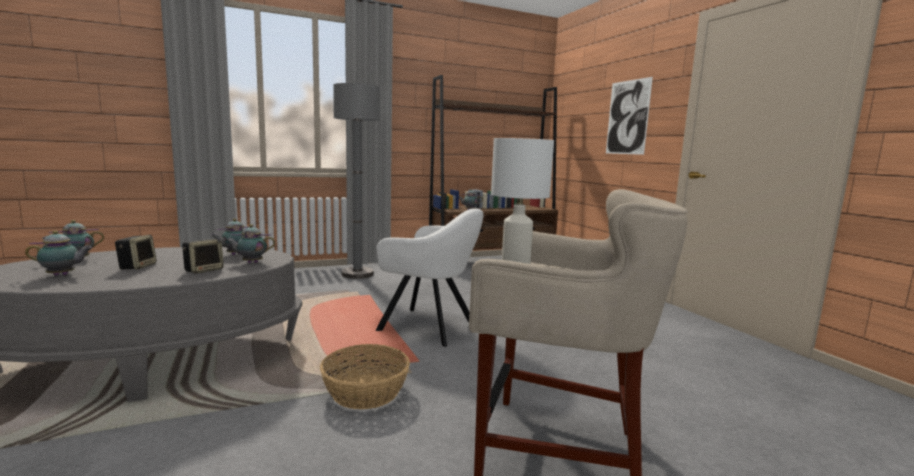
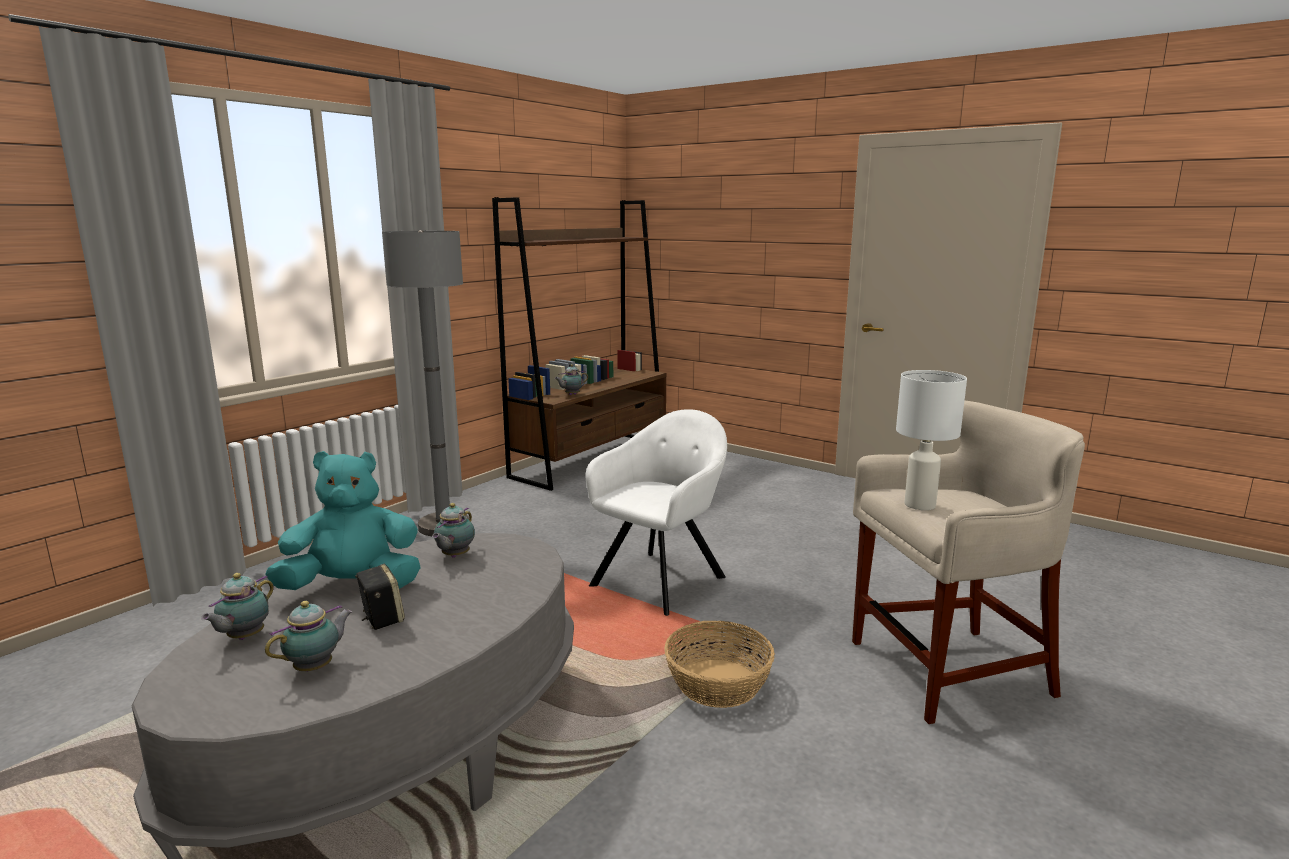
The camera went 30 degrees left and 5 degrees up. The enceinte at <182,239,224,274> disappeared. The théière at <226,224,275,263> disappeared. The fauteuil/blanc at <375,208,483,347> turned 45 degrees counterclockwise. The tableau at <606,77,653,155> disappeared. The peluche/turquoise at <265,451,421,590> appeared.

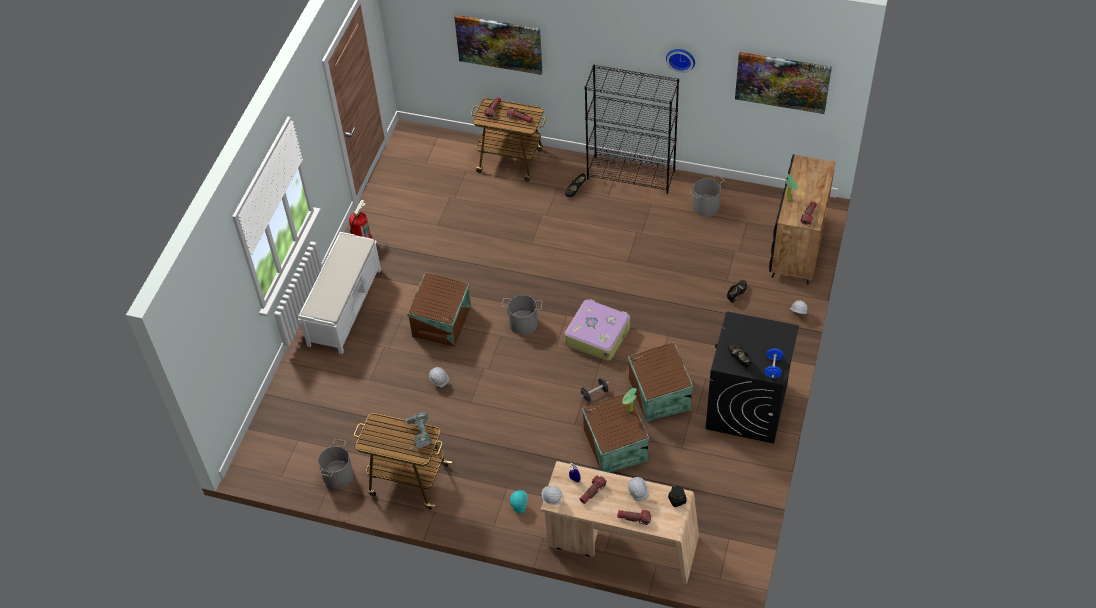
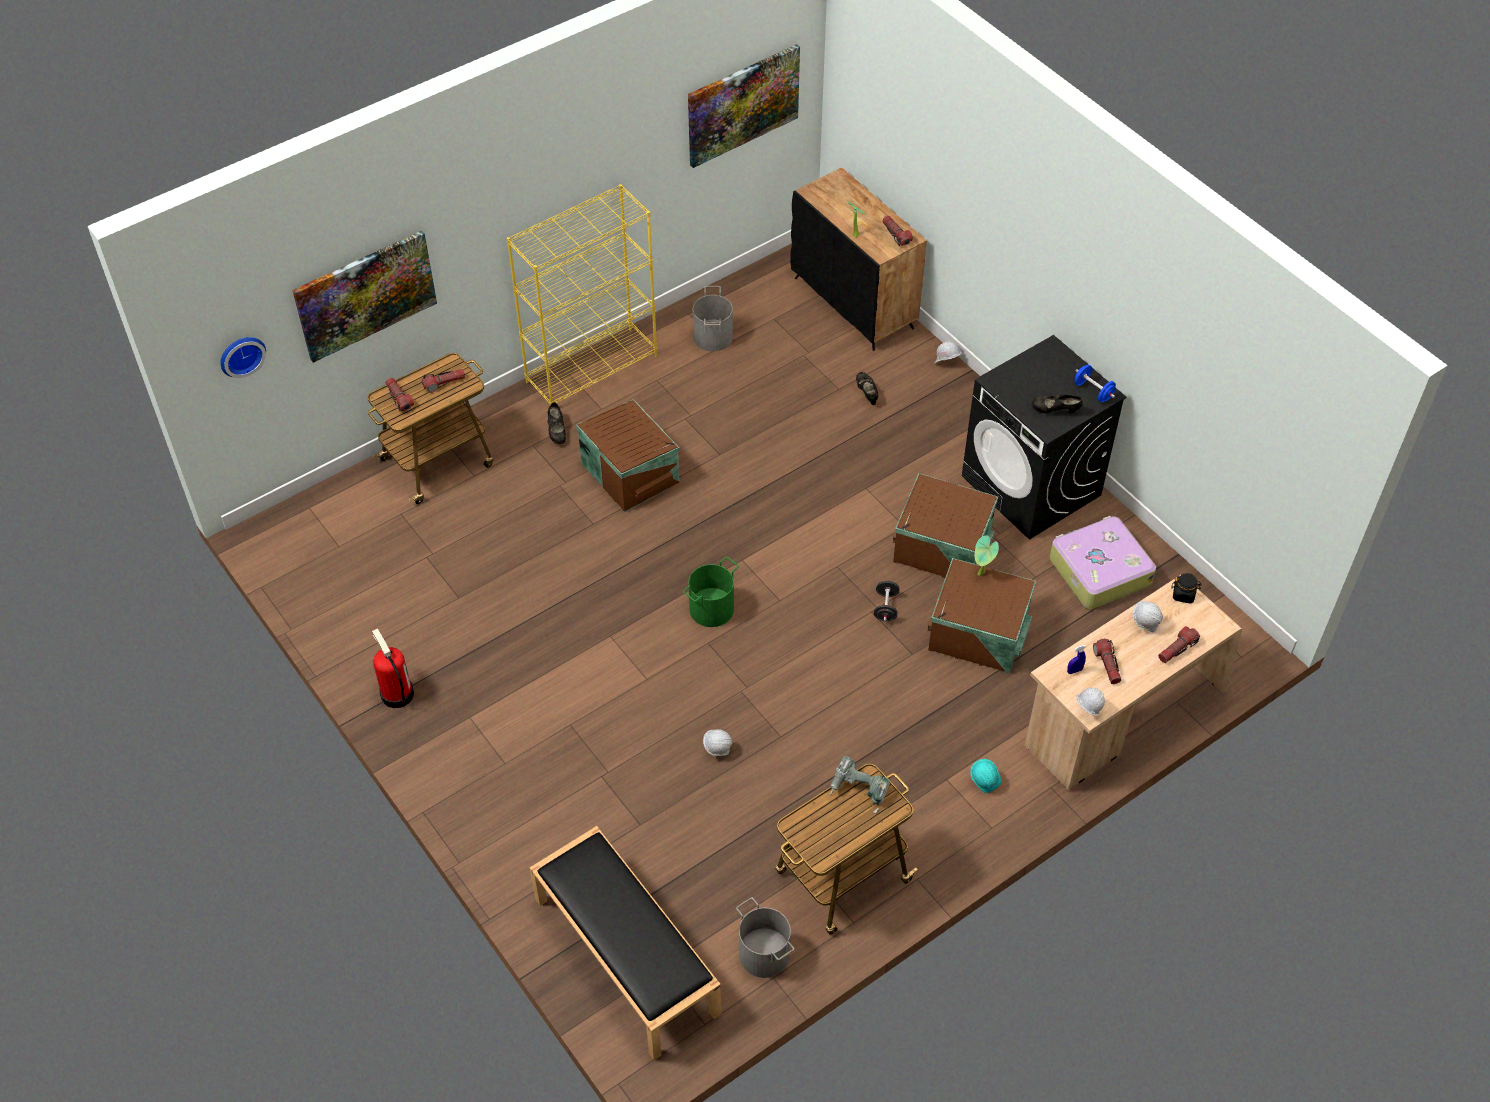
The camera went 55 degrees left and 0 degrees up. The banc/blanc at <298,232,381,354> disappeared. The boîte de rangement/marron moved from <407,272,471,347> to <576,399,679,512>. The seau/gris at <502,295,543,335> became the seau/vert at <683,557,739,627>. The valise moved from <565,299,630,361> to <1050,516,1156,609>. The bibliothèque/noir at <585,65,679,194> became the bibliothèque/jaune at <507,184,657,405>. The horloge murale moved from <666,49,695,73> to <220,337,266,378>. The banc/noir at <530,826,721,1060> appeared.

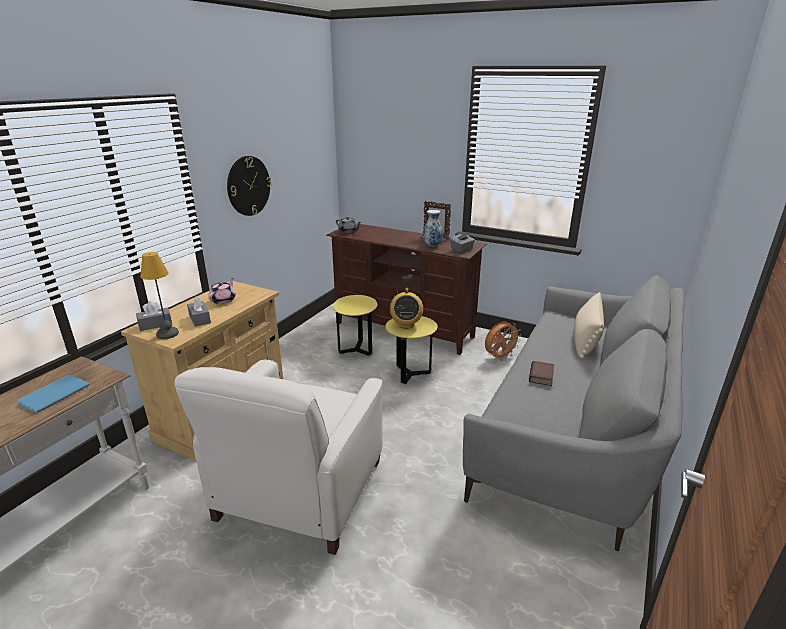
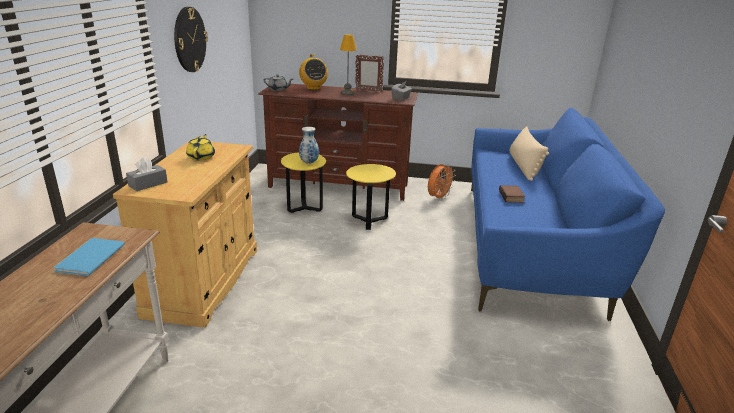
The camera went 20 degrees left and 0 degrees up. The lampe de table moved from <140,252,179,339> to <340,34,357,95>. The fauteuil/blanc at <174,360,383,555> disappeared. The boîte à mouchoirs/gris at <187,296,211,327> disappeared. The théière/rose at <208,278,236,304> became the théière/jaune at <186,134,215,161>. The radio moved from <390,288,423,329> to <299,54,328,90>. The vase moved from <423,210,443,247> to <299,127,319,164>. The canapé/gris at <463,275,685,551> became the canapé/bleu at <471,107,665,321>.

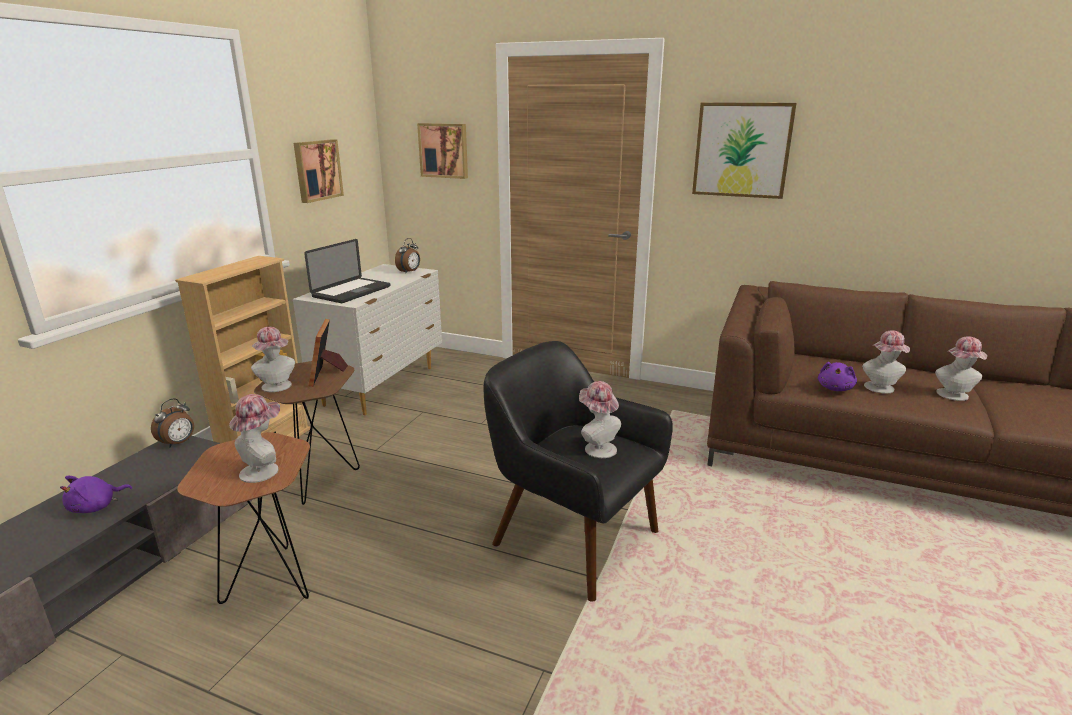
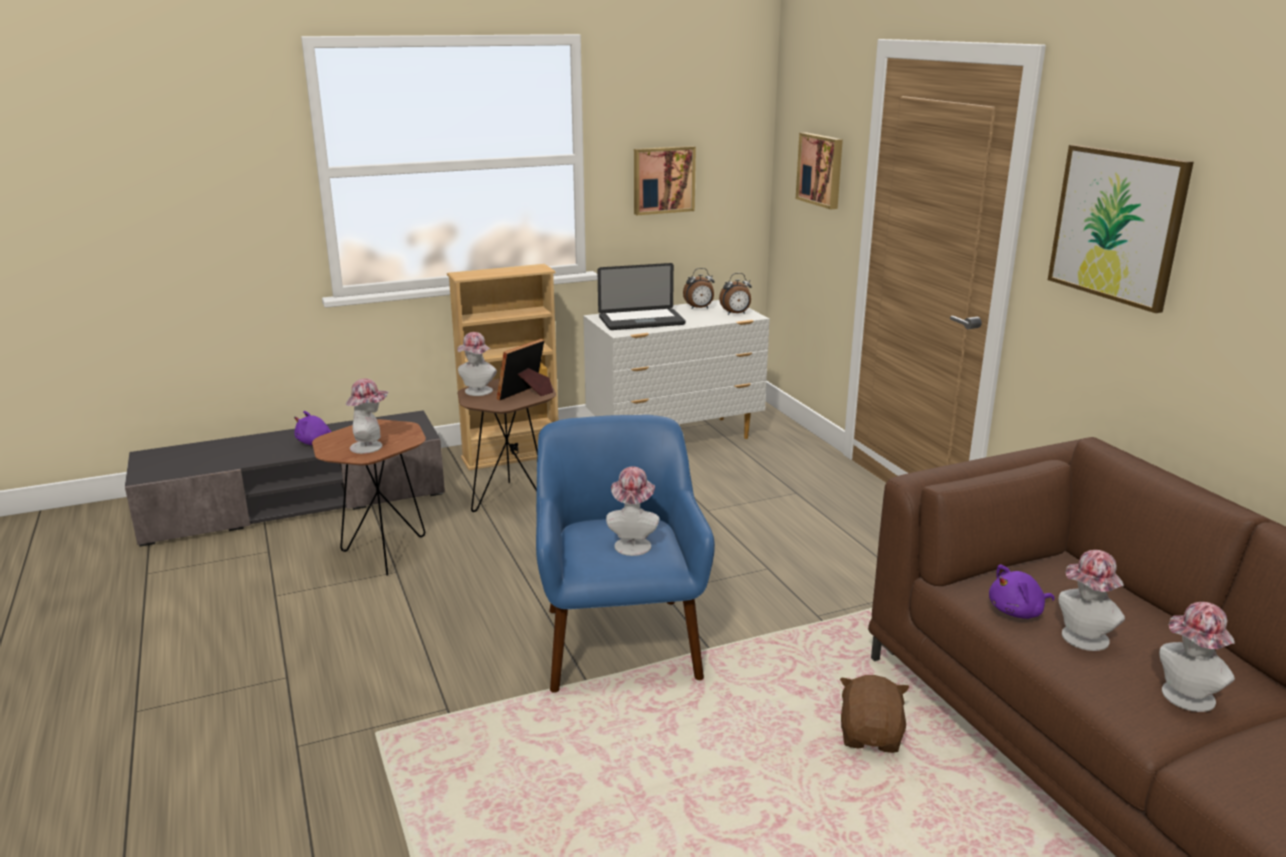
The camera went 45 degrees right and 0 degrees up. The réveil moved from <151,398,194,448> to <683,268,715,309>. The fauteuil/noir at <484,341,673,602> became the fauteuil/bleu at <536,415,715,693>. The peluche/marron at <840,675,910,753> appeared.

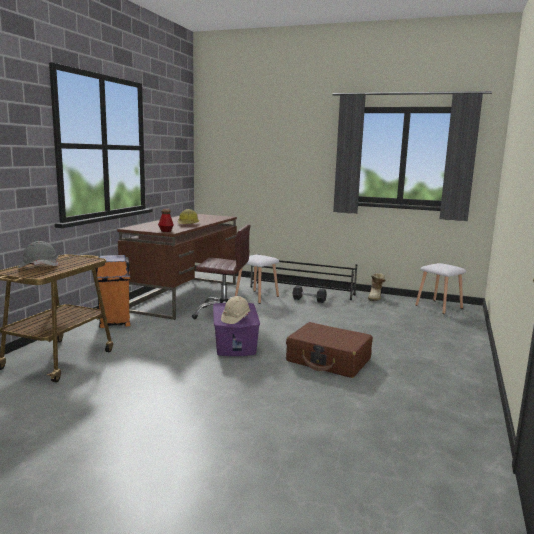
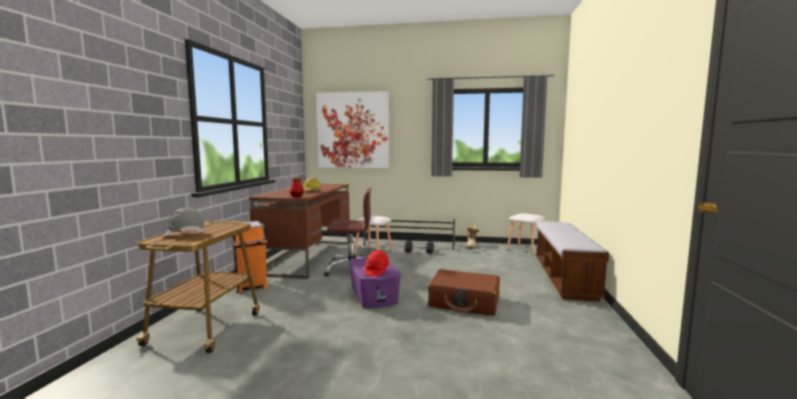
The camera went 10 degrees left and 5 degrees down. The casque de chantier/beige at <221,296,251,324> became the casque de chantier/rouge at <364,250,390,277>. The tableau at <316,91,390,168> appeared. The banc at <536,221,609,302> appeared.

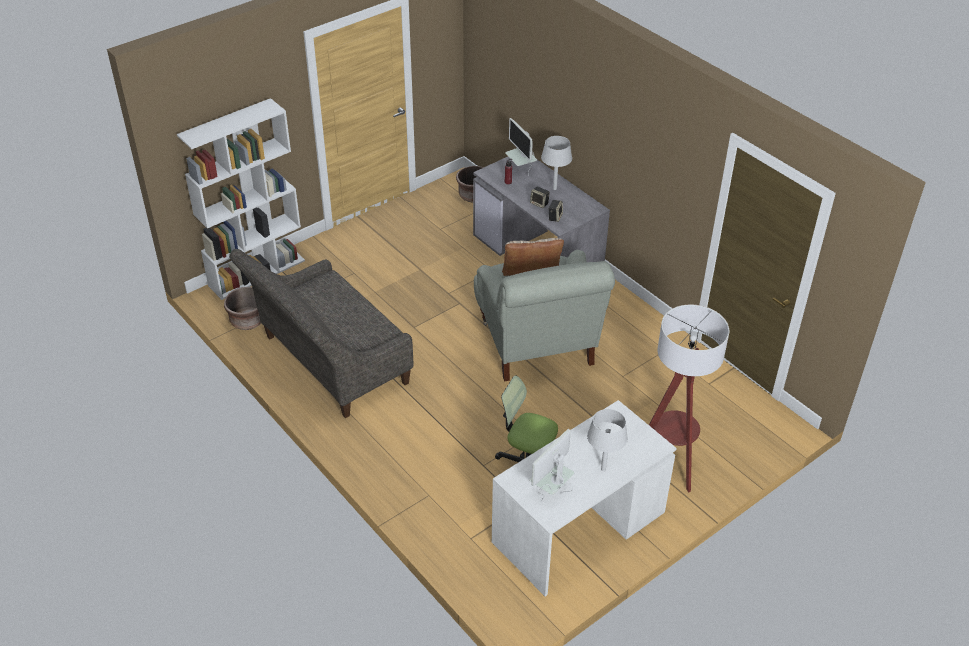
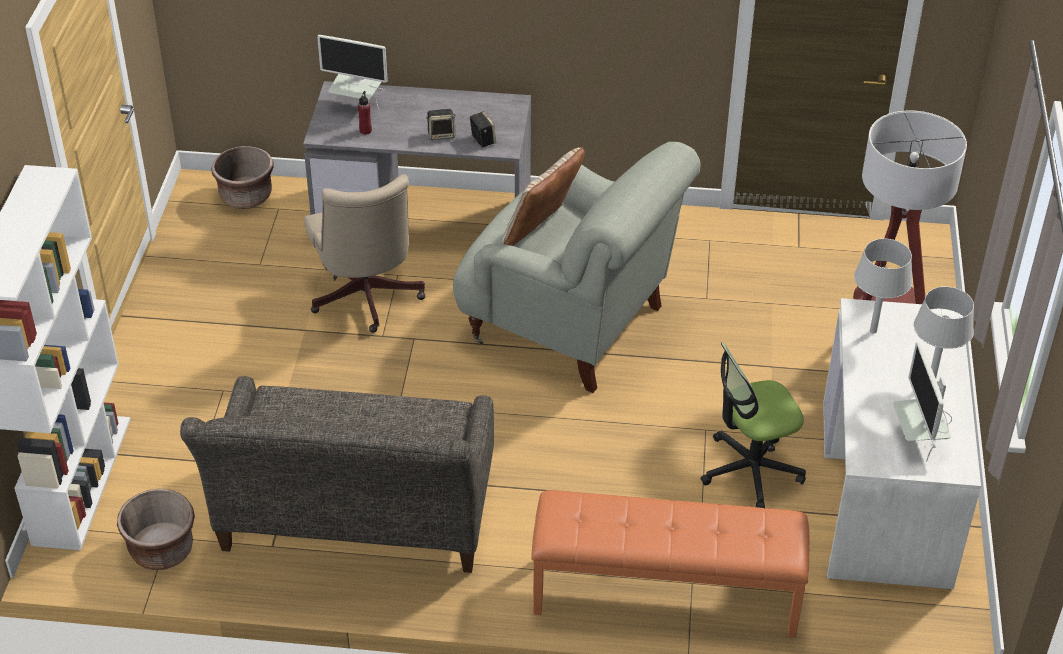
The camera went 45 degrees left and 0 degrees up. The lampe de table/gris moved from <541,136,572,190> to <854,239,912,334>. The chaise de bureau/beige at <304,174,425,333> appeared. The banc/orange at <531,490,809,638> appeared.

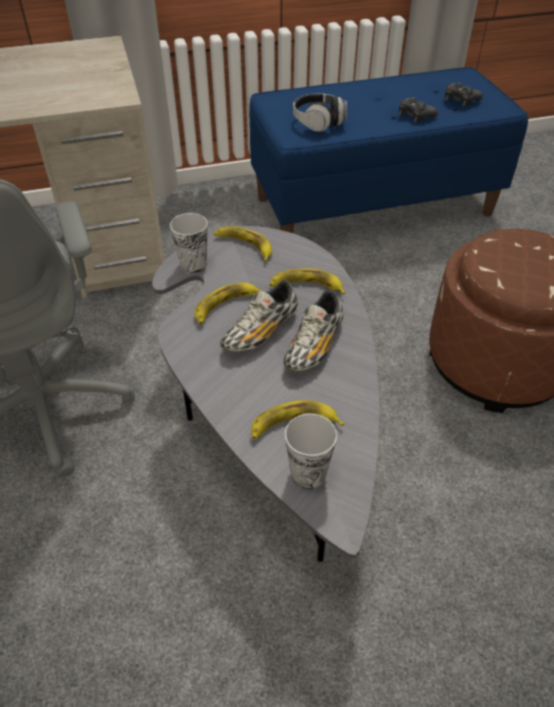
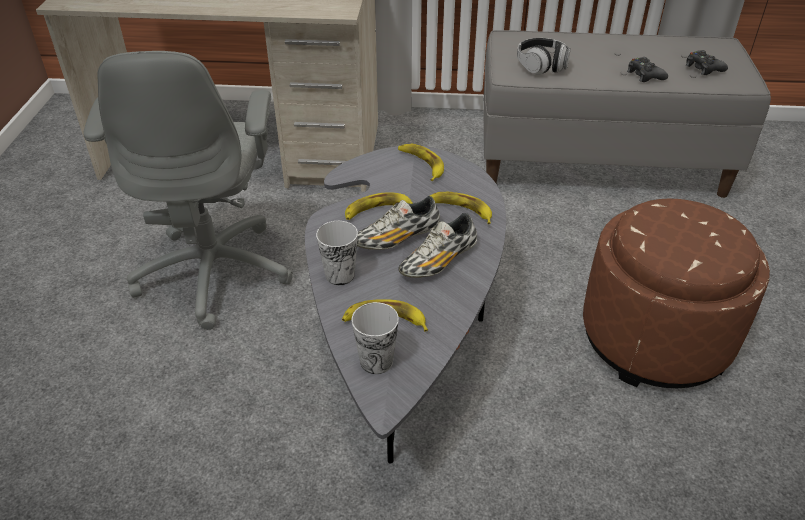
The camera went 20 degrees right and 5 degrees down. The tasse moved from <170,213,208,273> to <316,221,358,285>. The banc/bleu at <249,67,528,233> became the banc/gris at <483,30,771,198>.

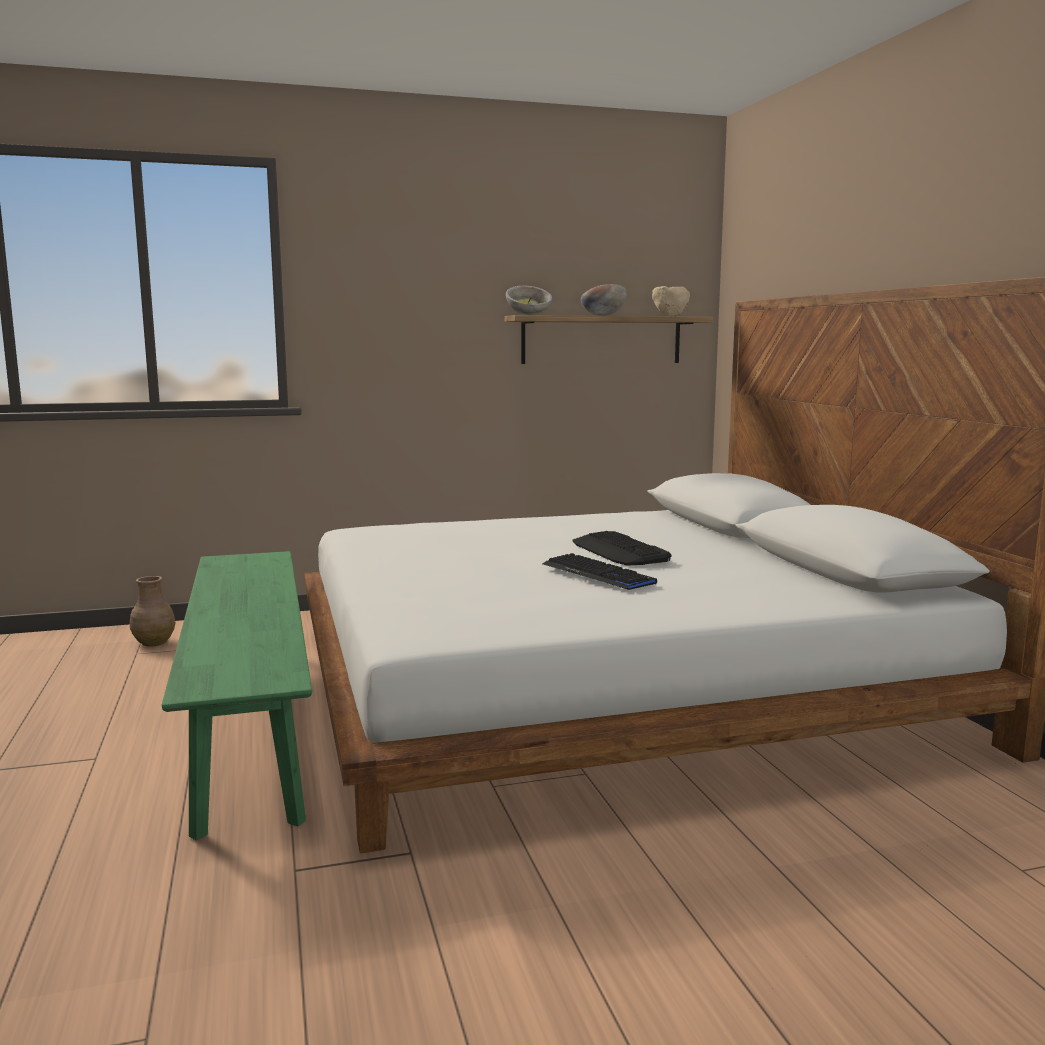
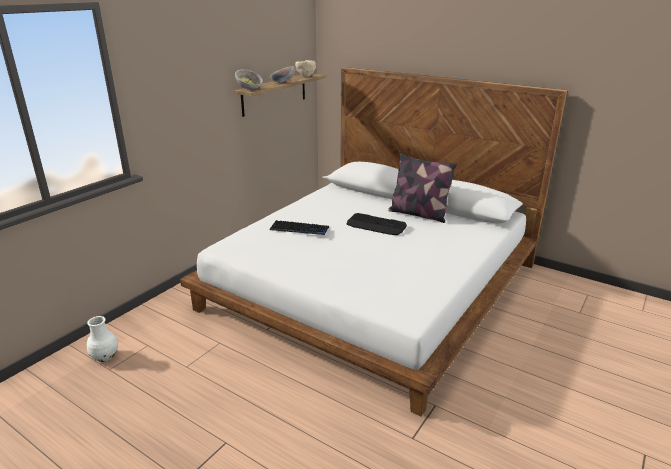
The camera went 40 degrees left and 15 degrees up. The vase/marron at <130,576,175,647> became the vase/blanc at <87,316,118,362>. The banc/vert at <162,551,312,841> disappeared. The clavier moved from <542,553,657,590> to <270,220,329,235>. The coussin at <388,153,457,223> appeared.

